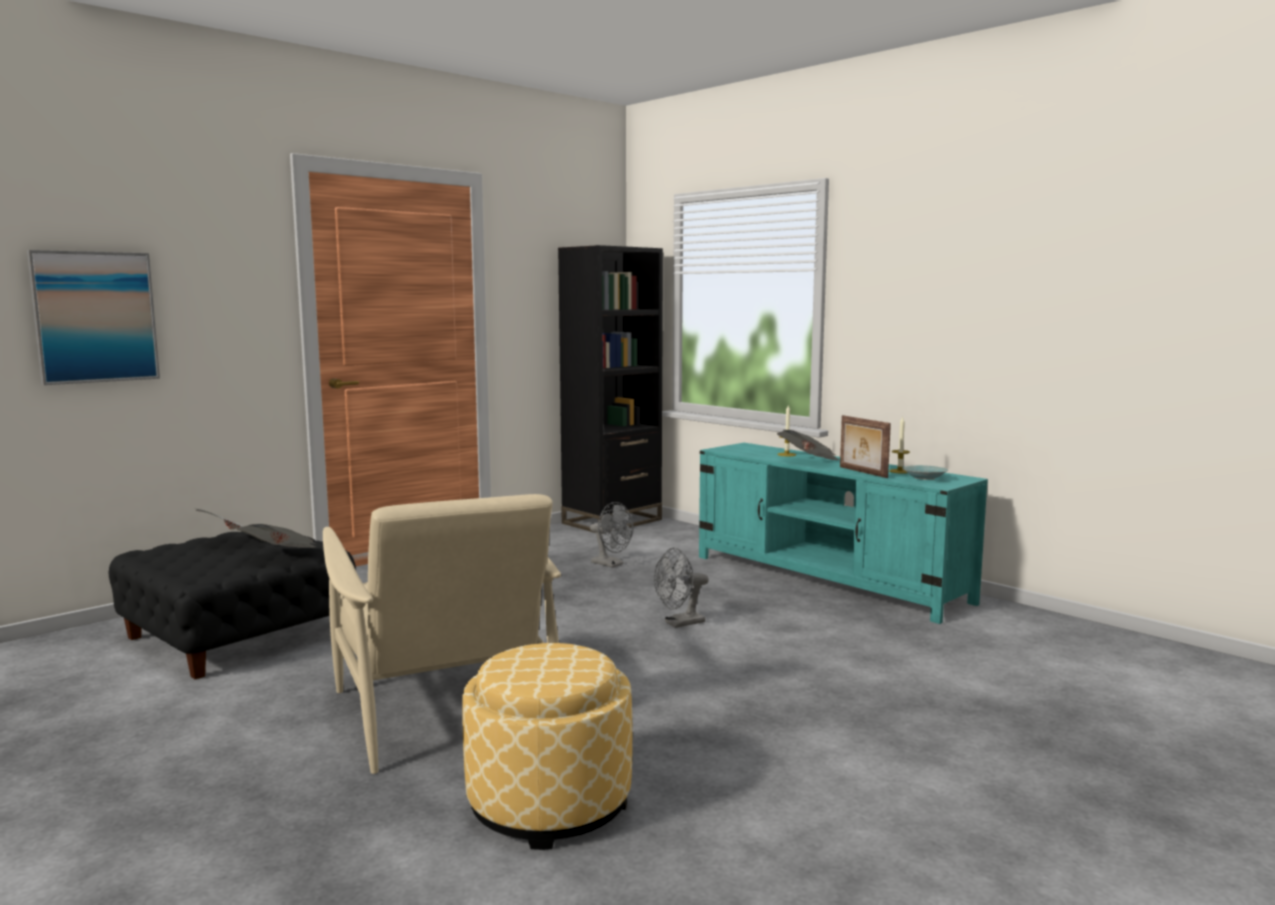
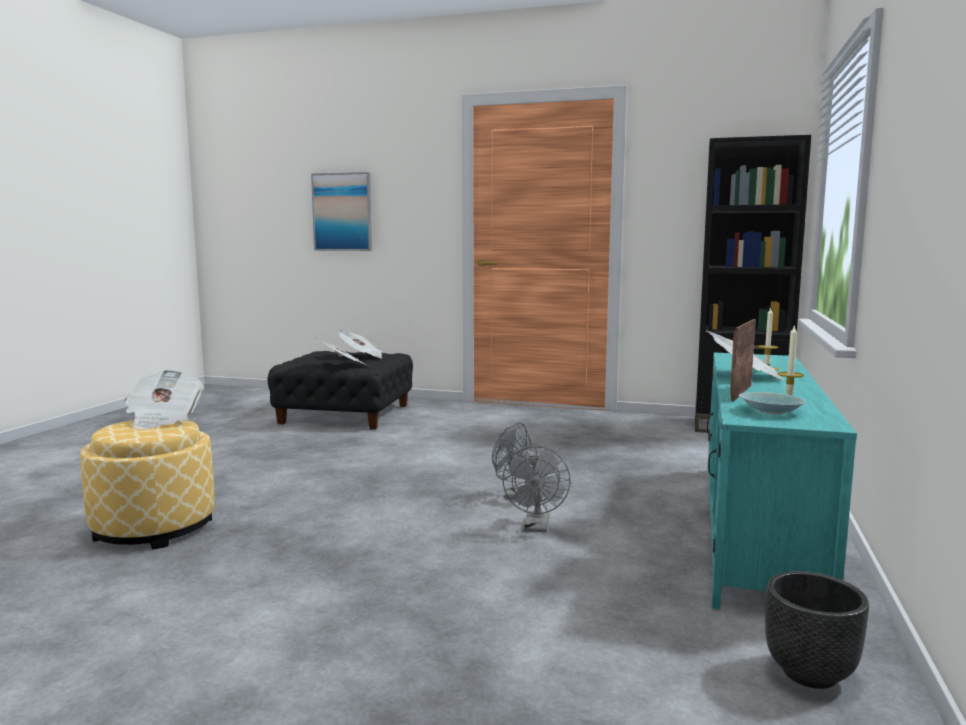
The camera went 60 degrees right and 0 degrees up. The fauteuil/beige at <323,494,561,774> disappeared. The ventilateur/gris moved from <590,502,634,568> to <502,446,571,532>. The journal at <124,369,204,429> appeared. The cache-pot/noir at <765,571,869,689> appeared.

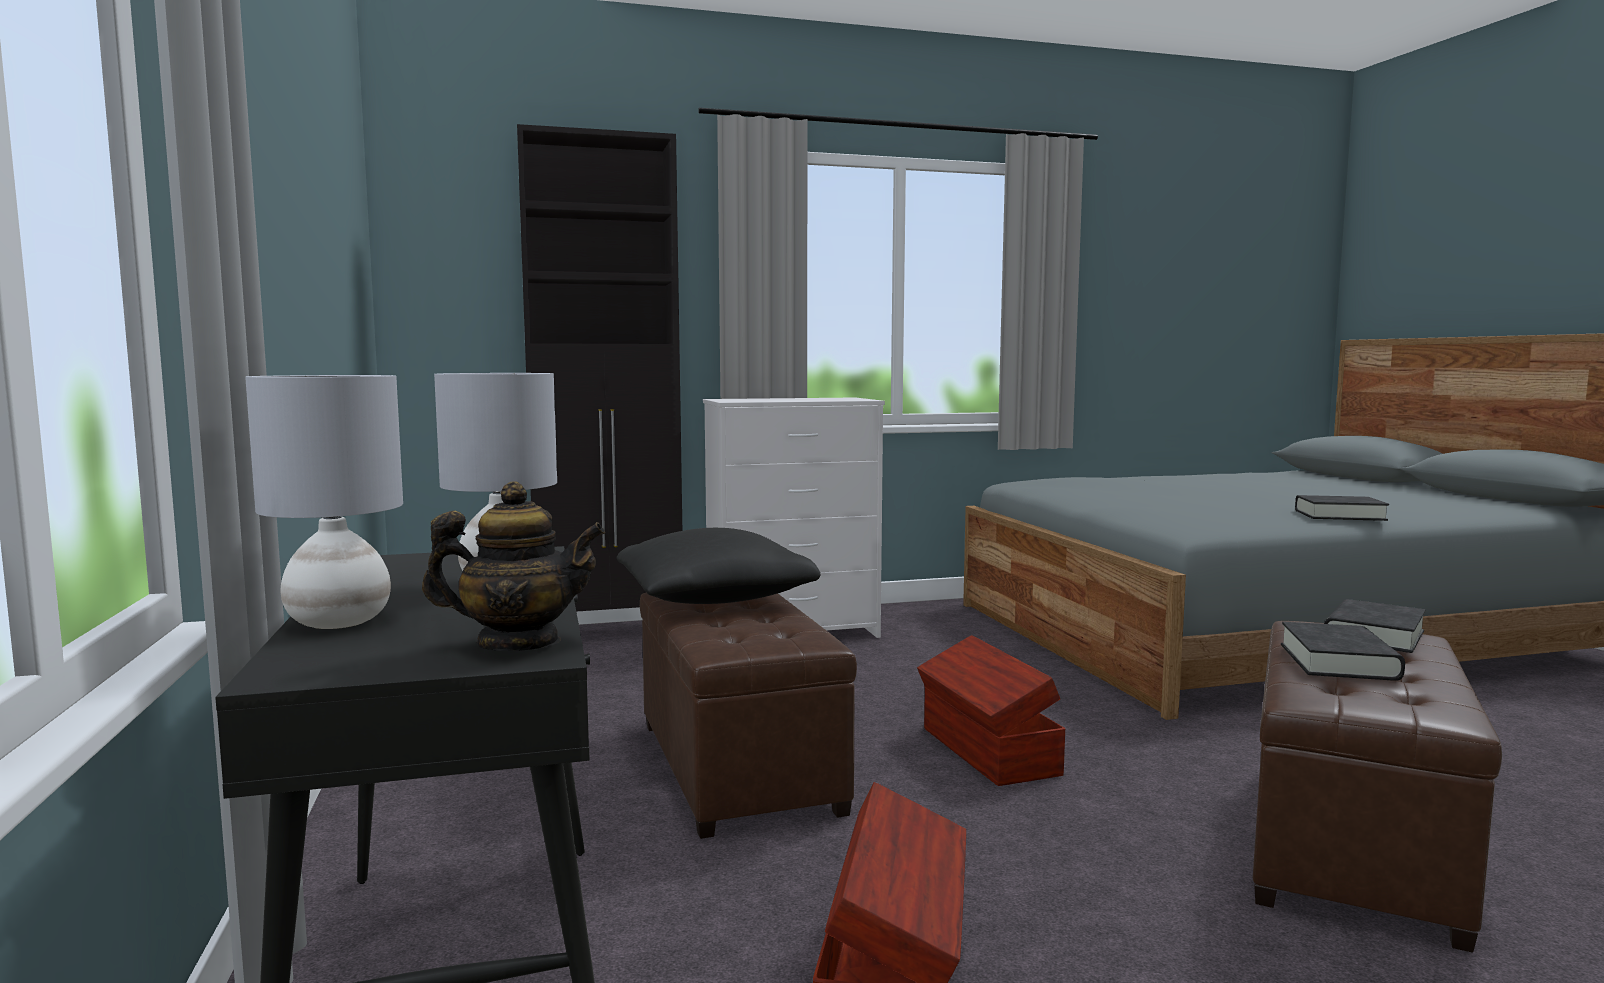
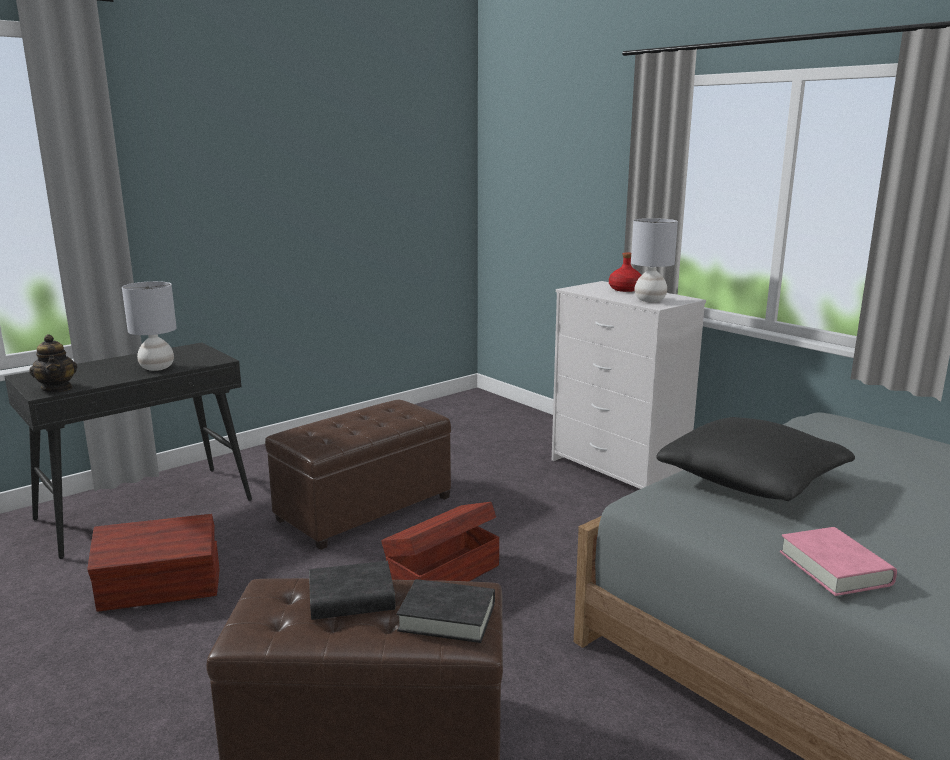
The camera went 65 degrees right and 10 degrees up. The lampe de table/gris moved from <245,375,403,629> to <631,218,678,302>. The meuble de rangement/noir at <517,124,682,612> disappeared. The coussin/noir moved from <617,528,820,604> to <656,417,855,501>. The livre/noir at <1295,495,1389,521> became the livre/rose at <780,527,897,596>. The bouteille/rouge at <609,252,641,292> appeared.

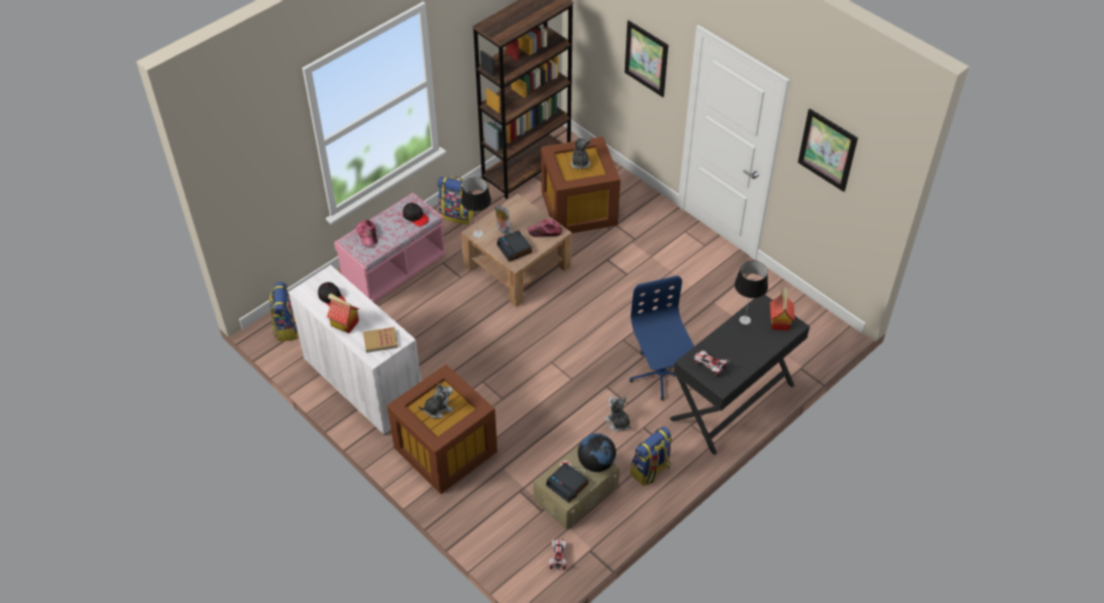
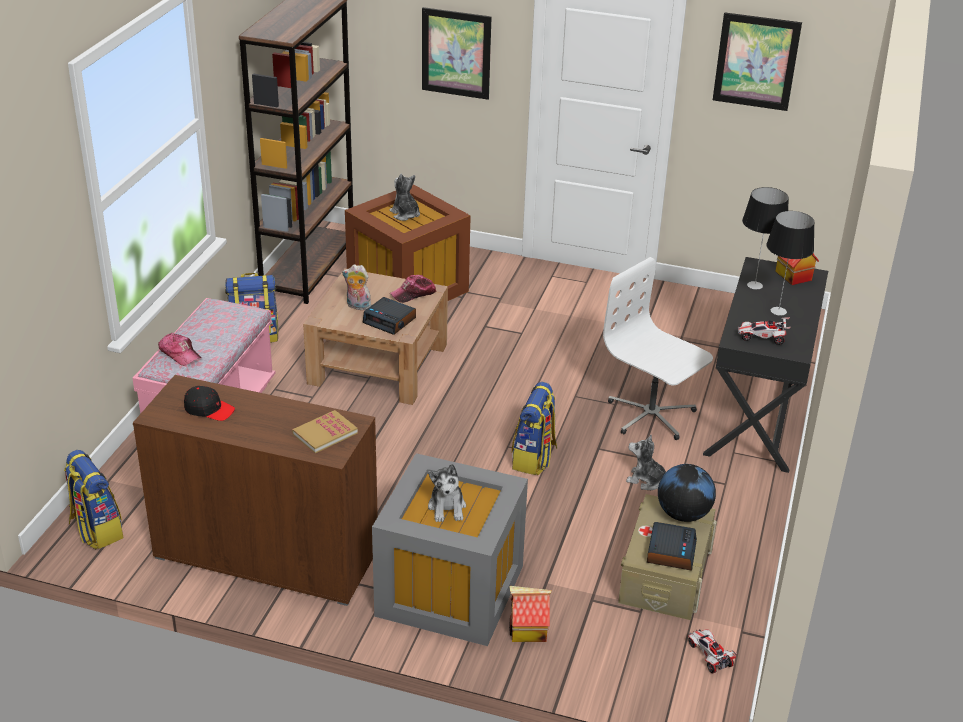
The camera went 30 degrees left and 15 degrees down. The meuble de rangement/blanc at <288,265,421,435> became the meuble de rangement/marron at <133,375,378,606>. The maison miniature moved from <327,293,359,333> to <509,586,552,642>. The boîte de rangement/marron at <387,364,497,494> became the boîte de rangement/gris at <372,453,528,646>. The casquette/noir at <403,203,429,226> disappeared. The peluche at <418,383,454,418> turned 135 degrees clockwise. The lampe de table moved from <461,177,491,238> to <766,211,815,316>. The réveil at <546,463,588,503> turned 90 degrees counterclockwise. The chaise de bureau/bleu at <629,275,694,400> became the chaise de bureau/blanc at <603,257,713,440>. The sac à dos moved from <630,427,672,486> to <512,382,557,475>.

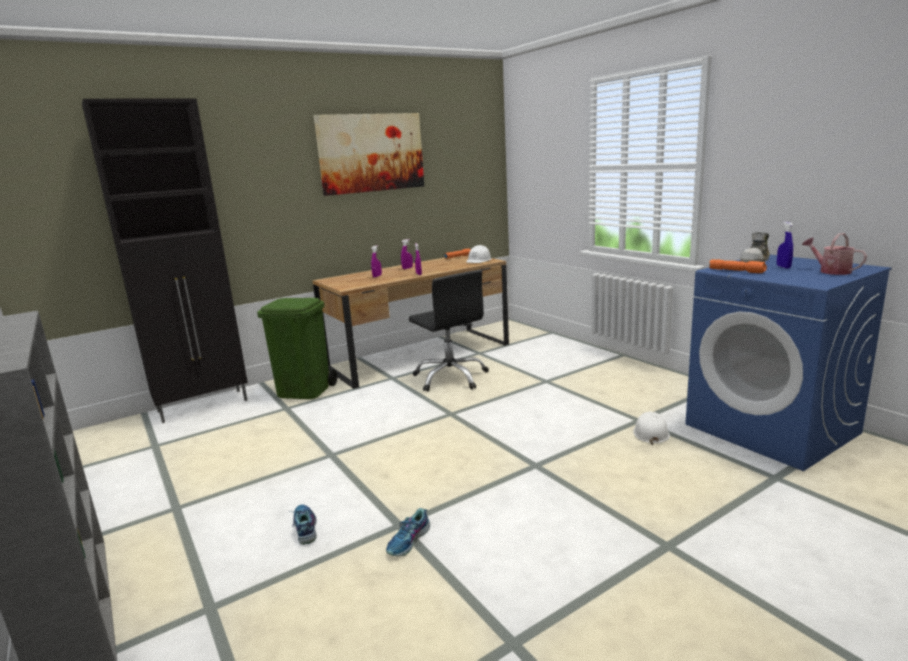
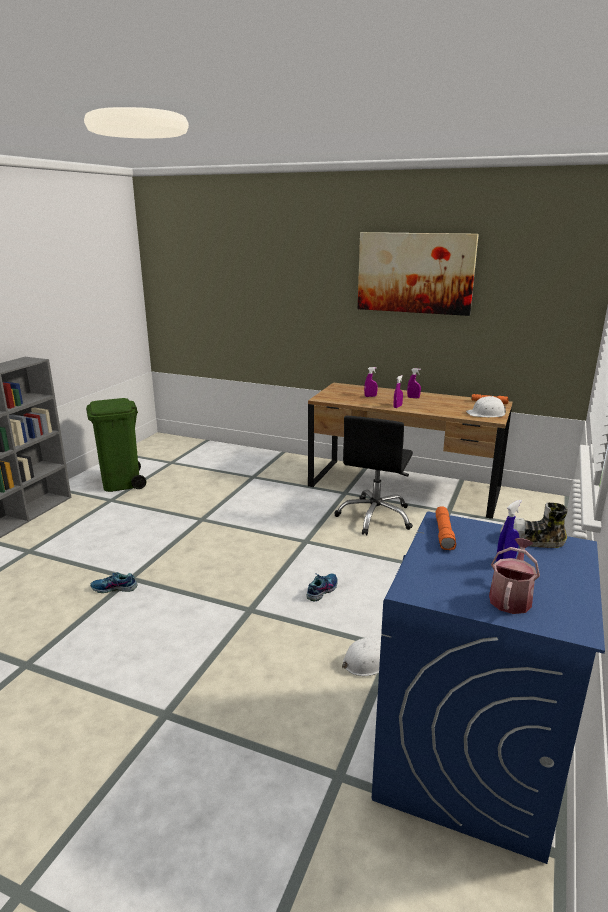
The camera went 55 degrees right and 5 degrees up. The meuble de rangement/noir at <82,98,248,423> disappeared. The poubelle/vert moved from <257,298,337,399> to <86,398,147,492>. The chaussure moved from <289,504,317,545> to <306,572,338,602>.

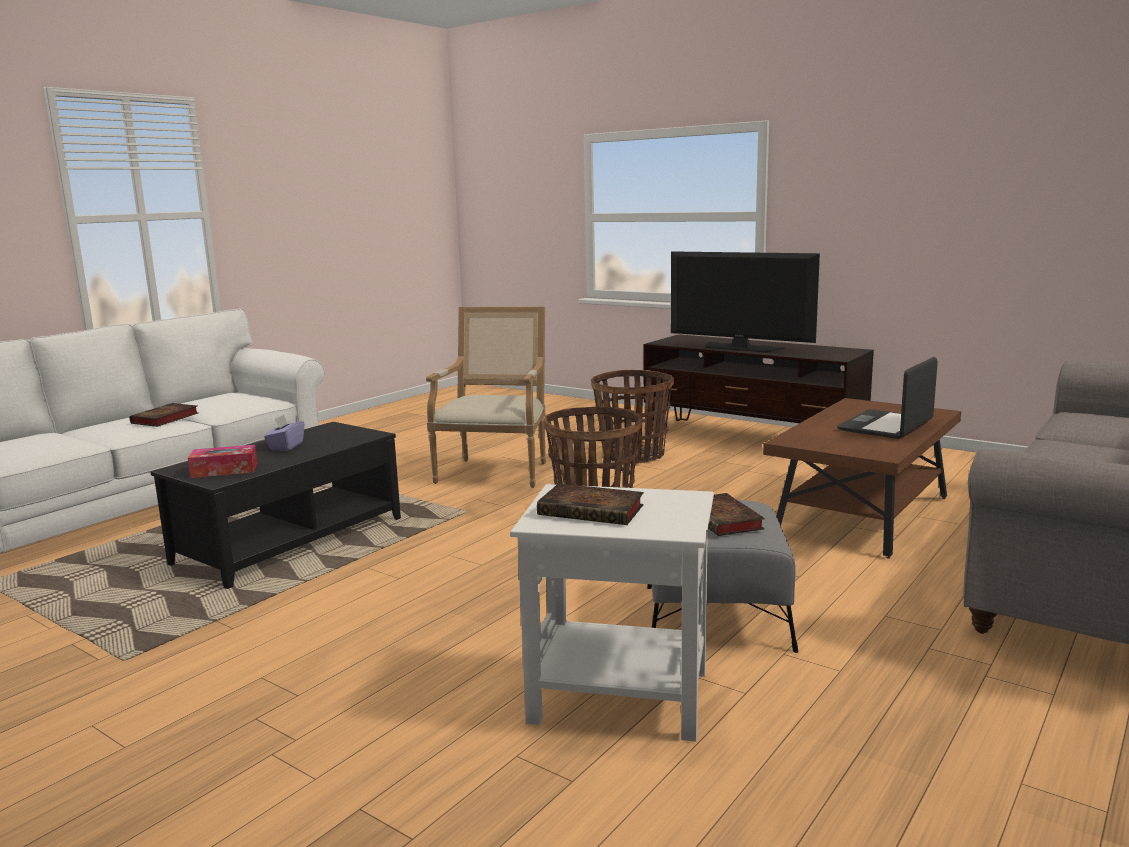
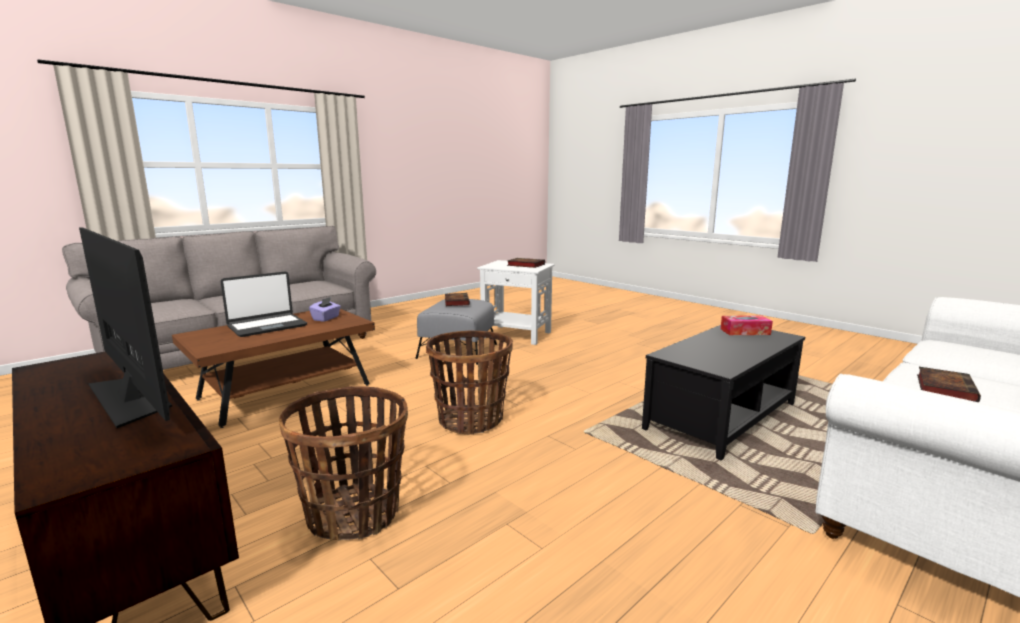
The camera went 170 degrees left and 0 degrees up. The boîte à mouchoirs/violet moved from <264,414,304,451> to <309,297,341,322>. The fauteuil at <426,307,546,488> disappeared.

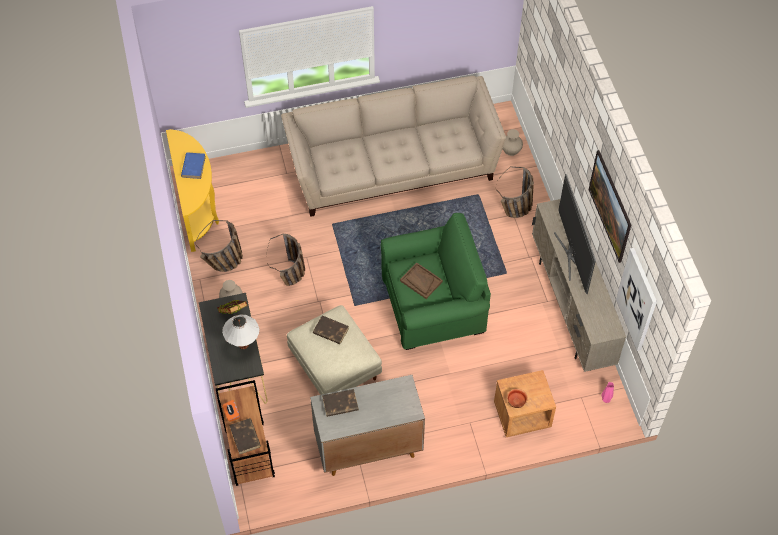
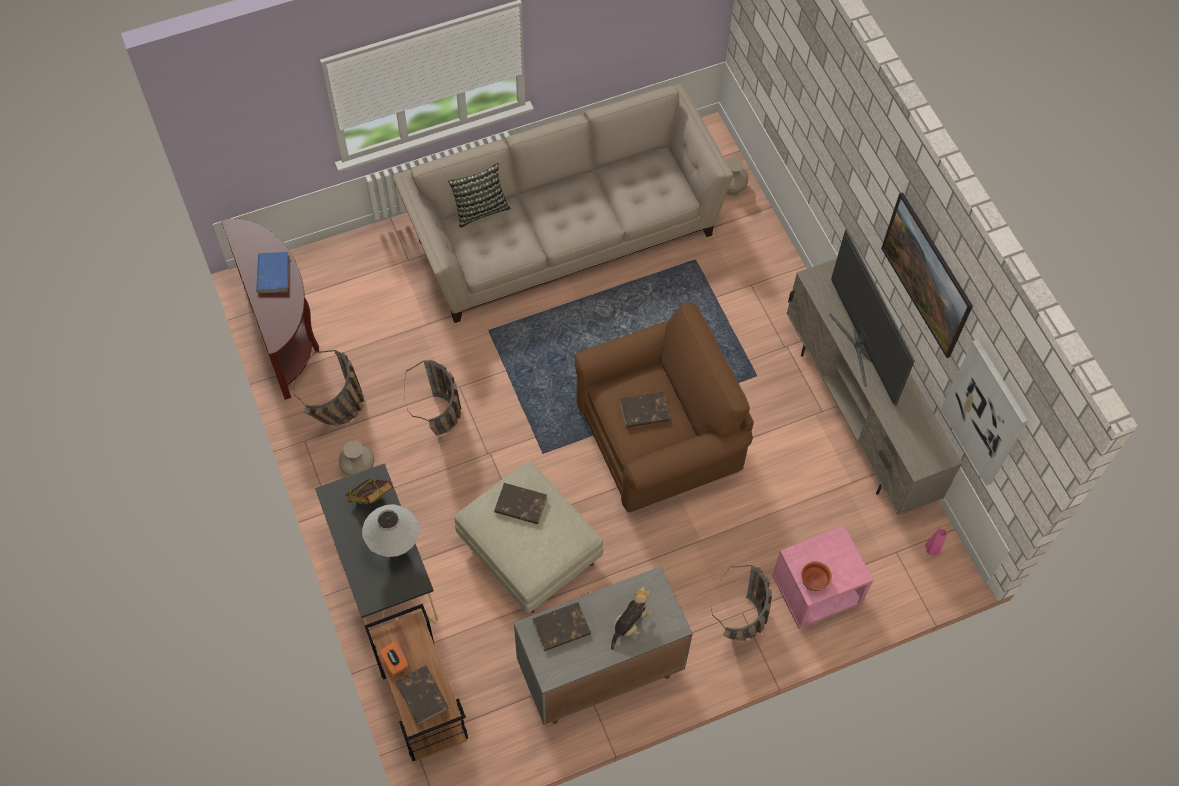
The camera went 10 degrees left and 5 degrees up. The table console/jaune at <166,129,219,252> became the table console/marron at <221,219,319,400>. The fauteuil/vert at <381,213,491,350> became the fauteuil/marron at <574,303,754,512>. The plateau/marron at <400,262,443,299> was replaced by the livre/marron at <620,392,670,428>. The table de chevet/marron at <494,370,556,437> became the table de chevet/rose at <772,526,873,629>. The panier moved from <496,166,534,218> to <711,565,772,641>. The coussin at <448,163,511,228> appeared. The peluche at <611,587,651,650> appeared.

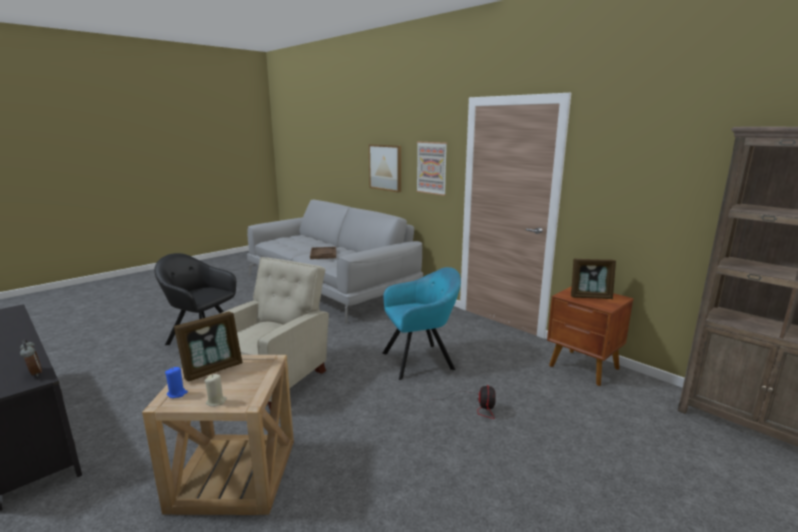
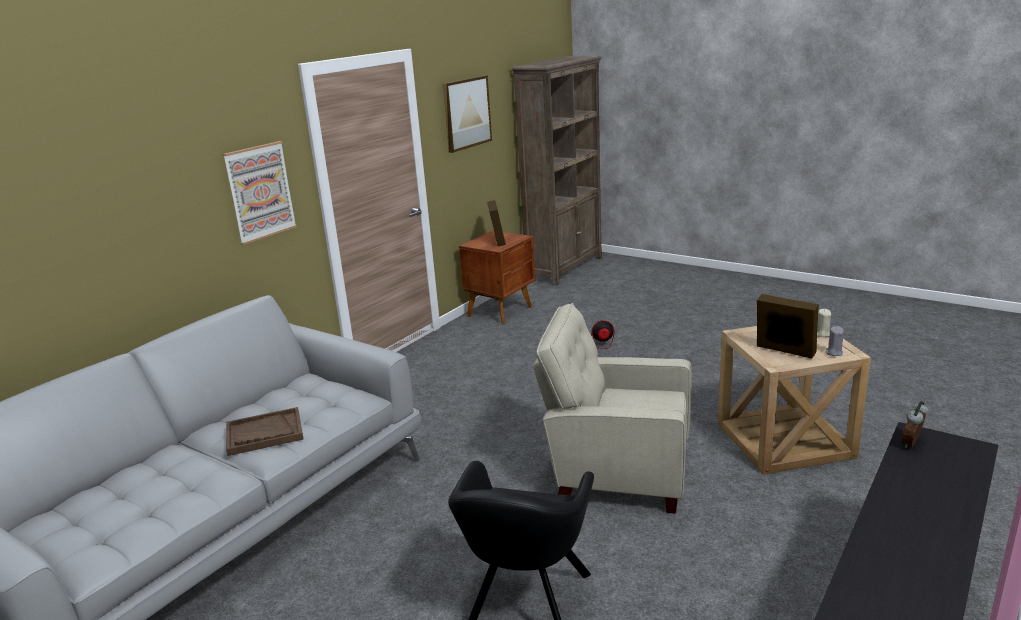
The camera went 100 degrees left and 5 degrees up. The bougie/bleu at <165,367,188,398> became the bougie/gris at <826,326,844,356>. The tableau moved from <369,144,401,192> to <443,75,492,153>. The fauteuil/turquoise at <382,267,461,380> disappeared.

